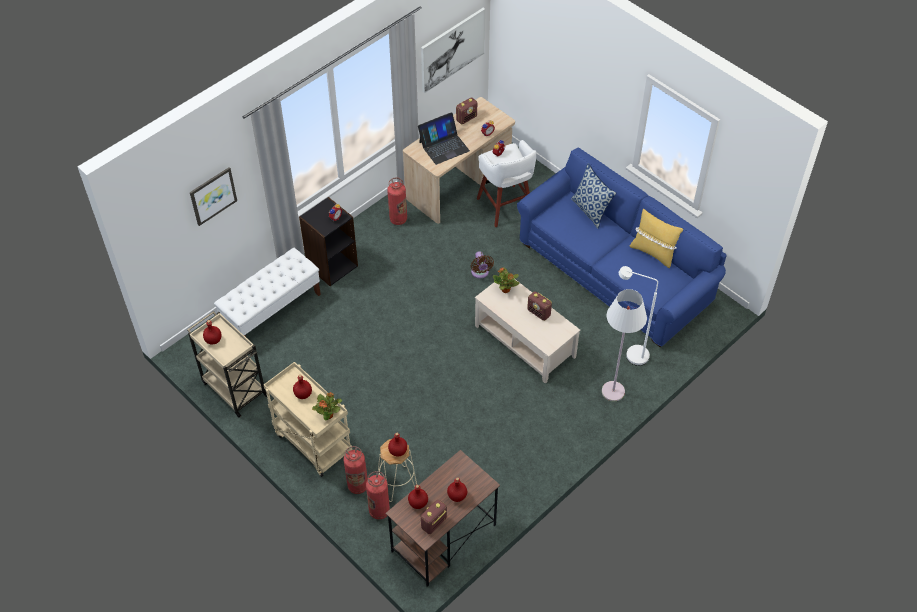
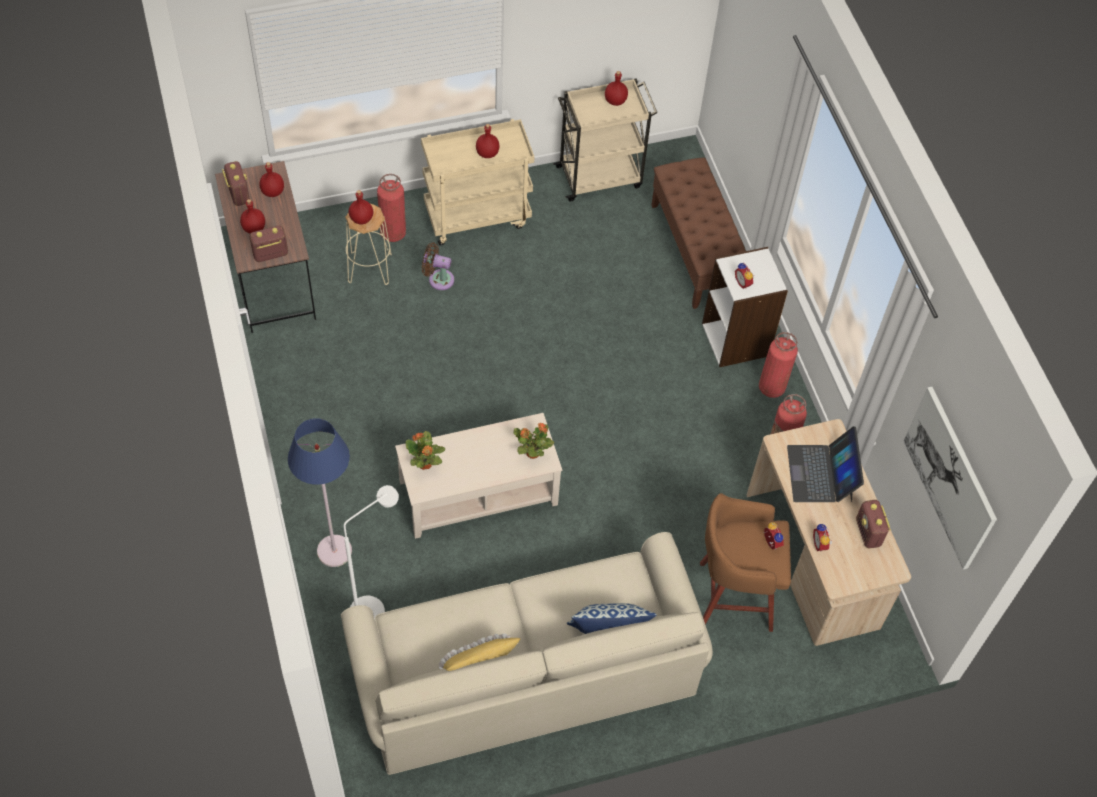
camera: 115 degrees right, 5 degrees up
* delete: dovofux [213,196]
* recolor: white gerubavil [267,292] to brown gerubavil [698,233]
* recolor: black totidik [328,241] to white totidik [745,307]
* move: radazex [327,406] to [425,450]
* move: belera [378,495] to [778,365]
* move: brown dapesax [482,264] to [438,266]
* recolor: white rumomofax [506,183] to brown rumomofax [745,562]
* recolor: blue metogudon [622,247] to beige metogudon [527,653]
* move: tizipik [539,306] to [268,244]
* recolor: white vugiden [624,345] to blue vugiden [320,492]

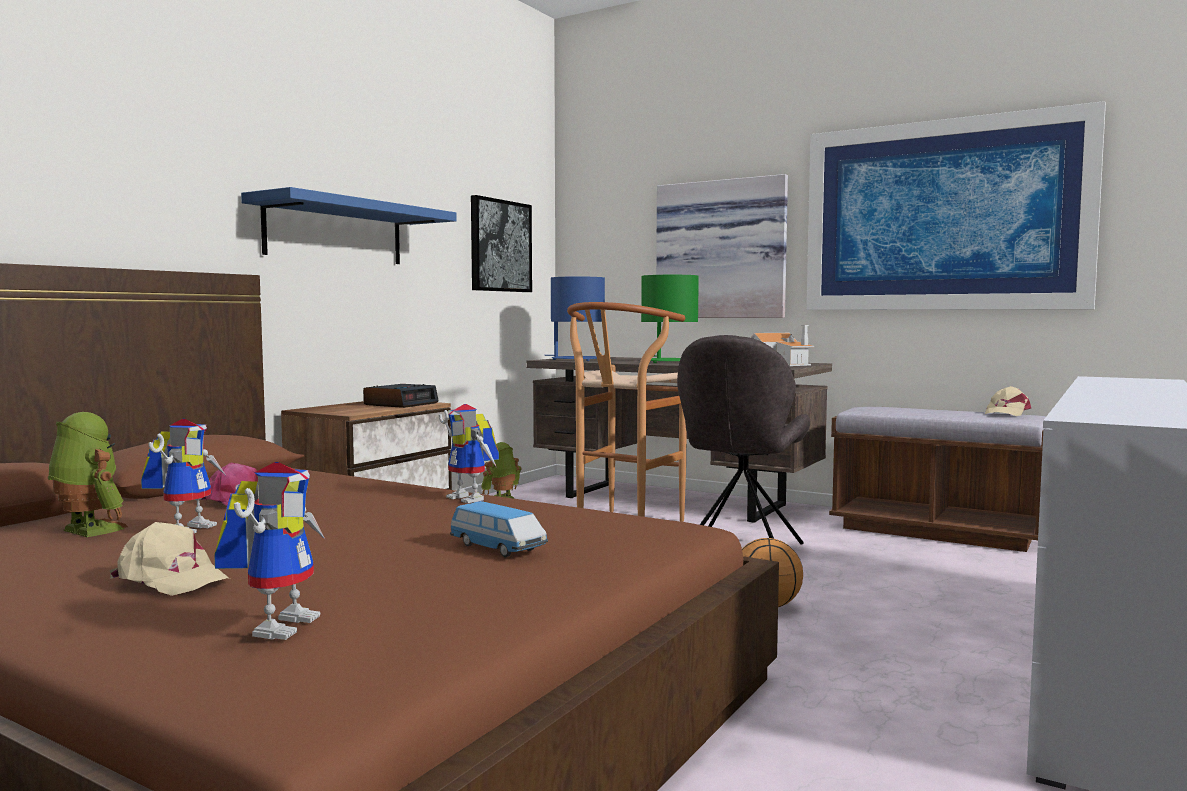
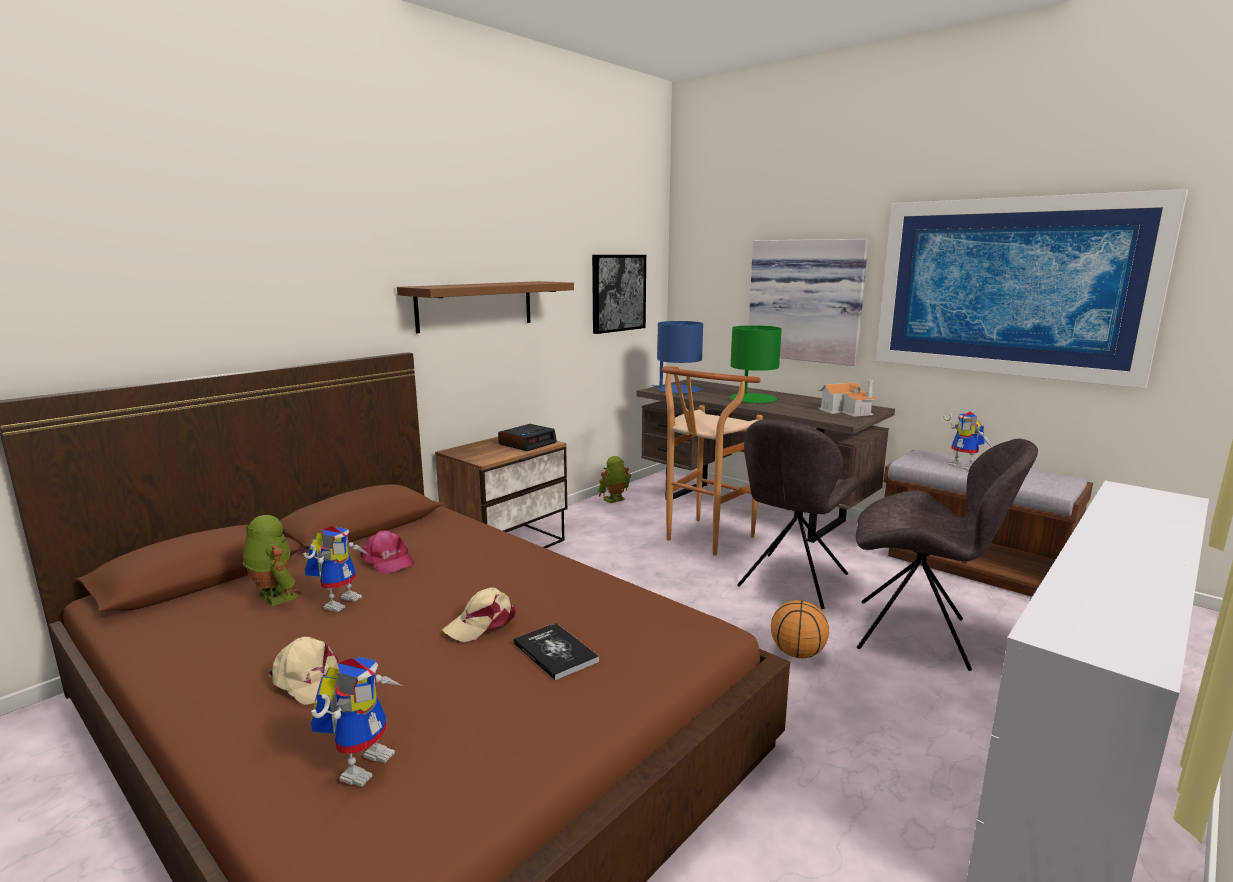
camera: 10 degrees right, 10 degrees up
* recolor: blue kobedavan [349,225] to brown kobedavan [485,307]
* move: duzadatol [469,453] to [967,440]
* replace: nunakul [499,529] to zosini [556,652]
* move: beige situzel [1008,401] to [479,614]
* insert: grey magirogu [947,555]

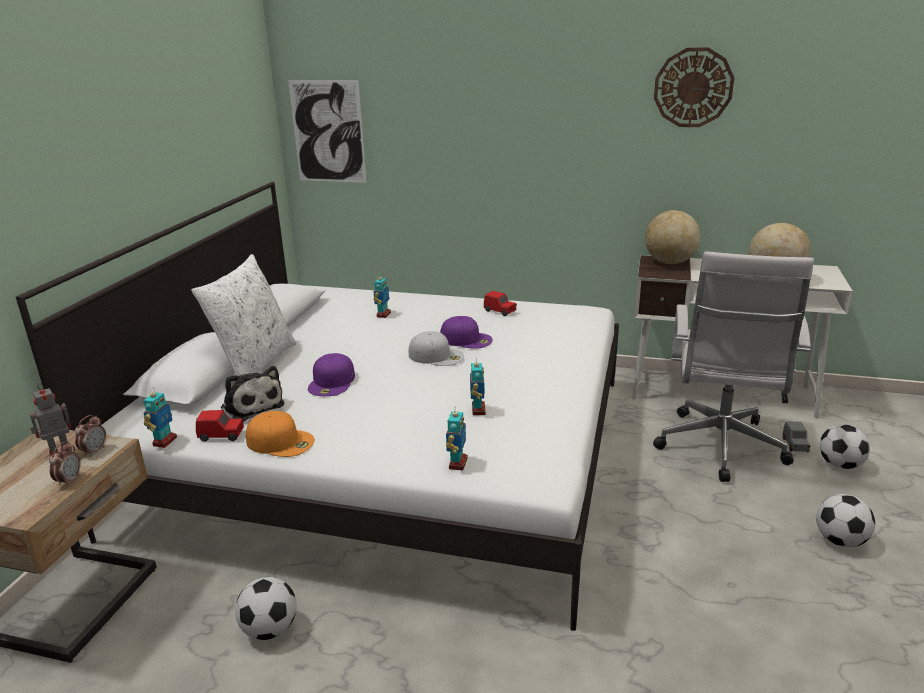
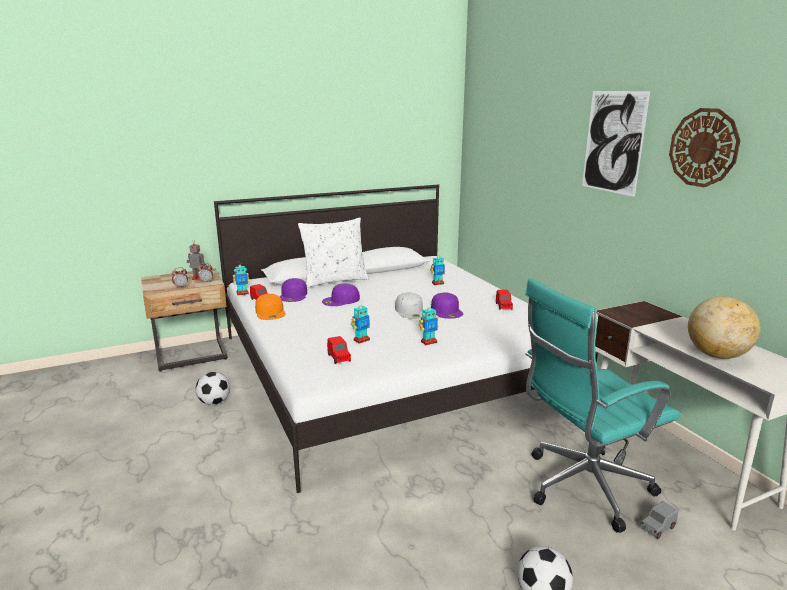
camera: 50 degrees right, 5 degrees down
* replace: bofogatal [252,393] to purple situzel [293,290]
* move: dovofux [327,131] to [616,144]
* move: duzadatol [457,439] to [429,324]
* delete: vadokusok [672,237]
* recolor: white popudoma [733,367] to turquoise popudoma [603,405]
* delete: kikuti [845,446]
* insert: red nunakul [339,350]

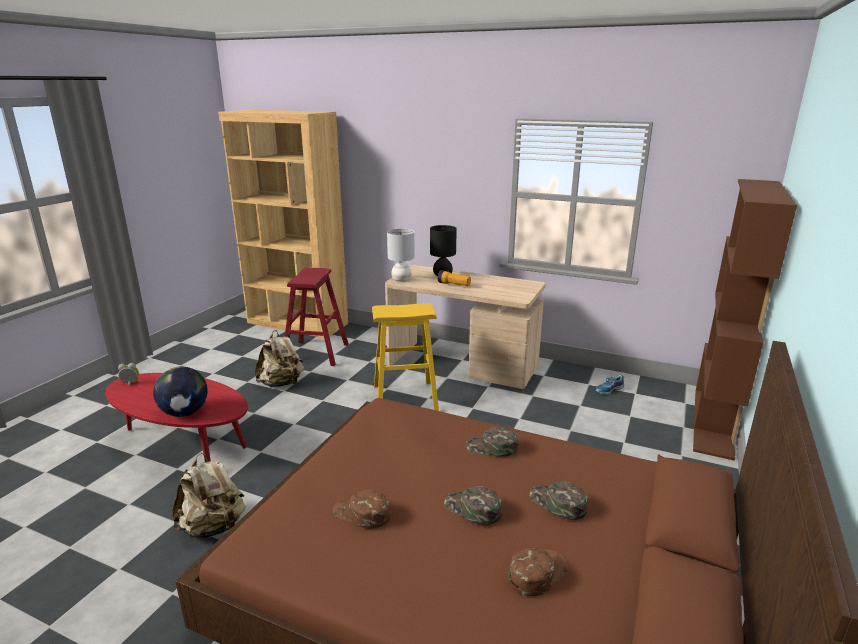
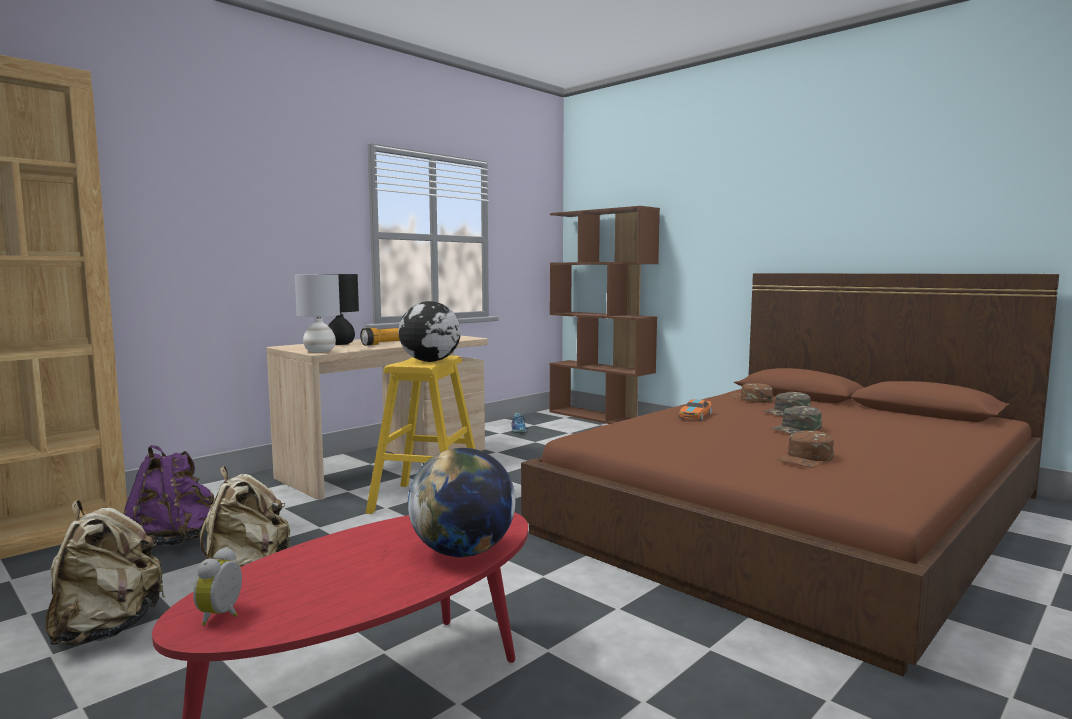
camera: 70 degrees left, 15 degrees down
* move: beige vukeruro [208,495] to [105,573]
* replace: red rumomofax [317,316] to purple vukeruro [169,496]
* replace: green situzel [492,442] to nunakul [695,410]
* move: brown situzel [538,572] to [752,393]
* insert: vadokusok [429,331]

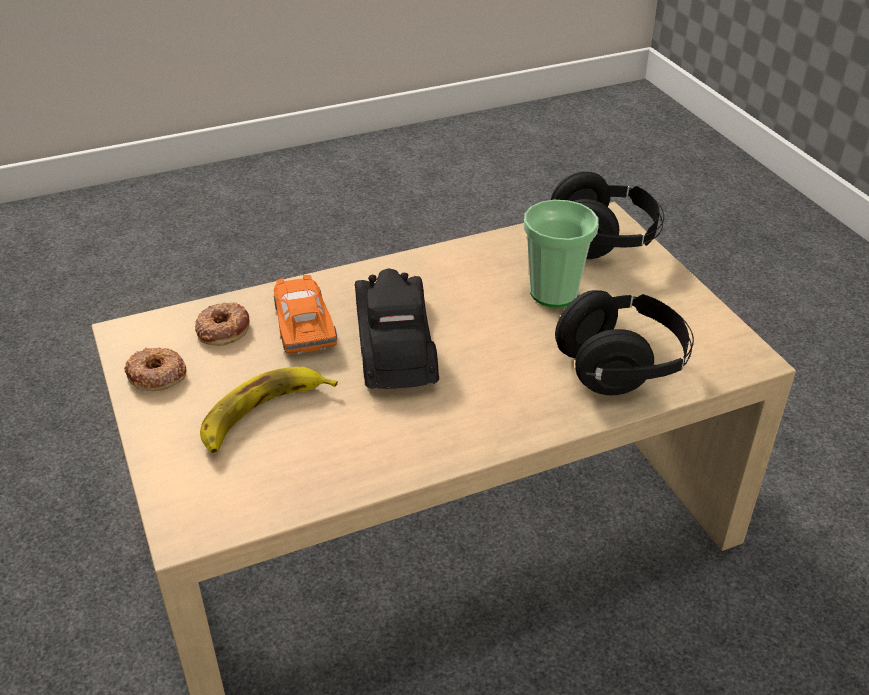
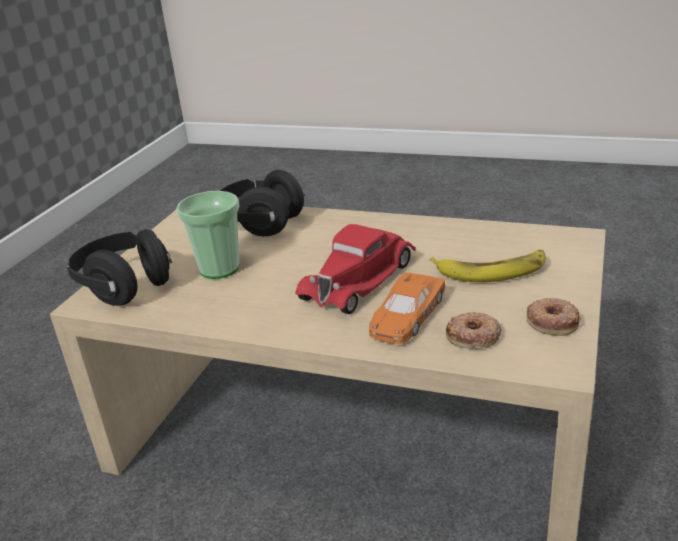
camera: 135 degrees left, 10 degrees down
* recolor: black nunakul [397,328] to red nunakul [355,269]

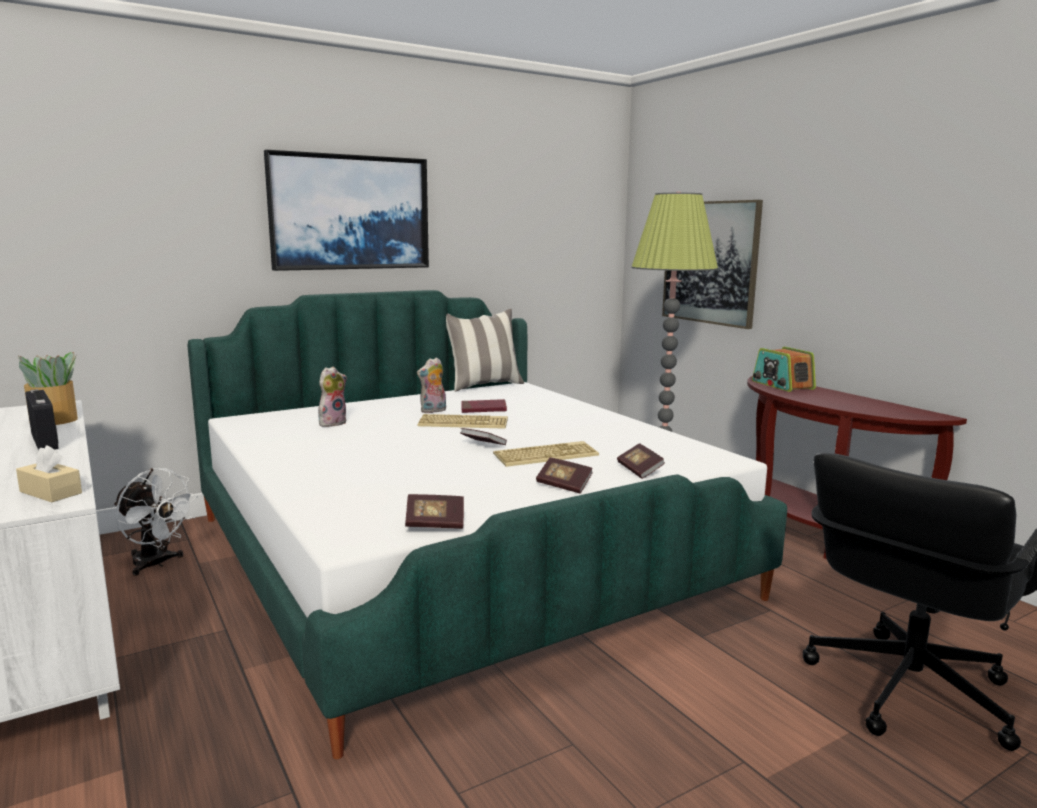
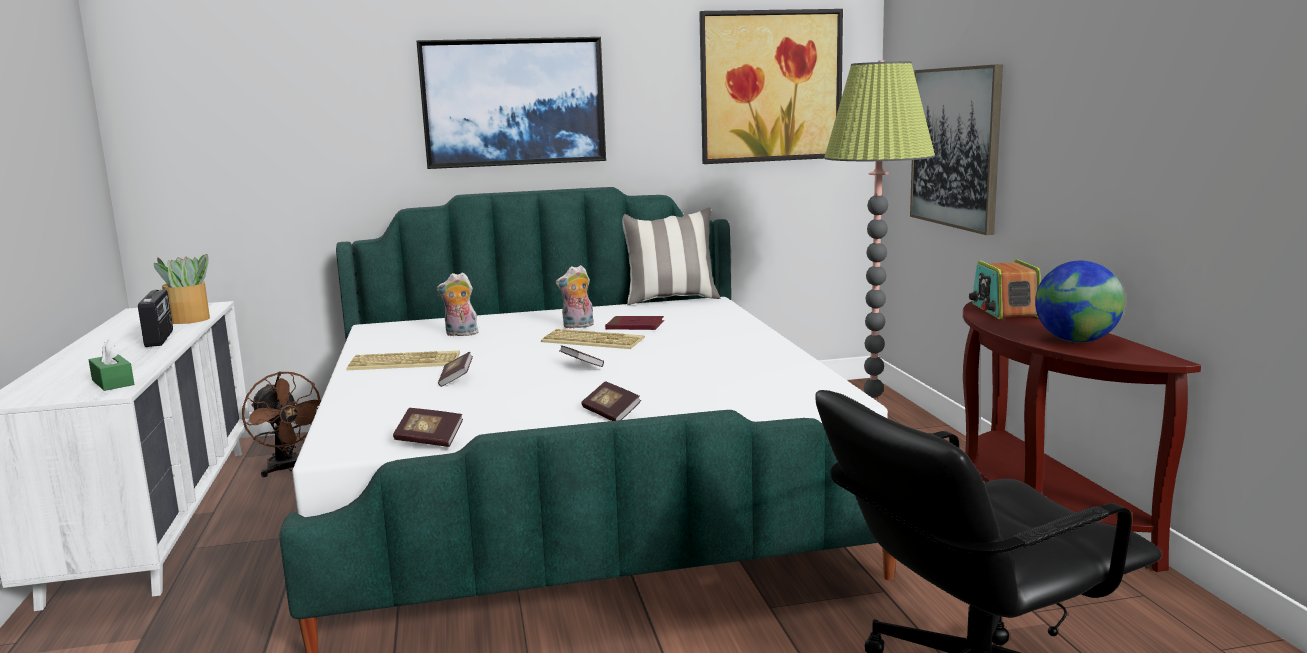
camera: 20 degrees right, 0 degrees up
* recolor: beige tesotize [49,473] to green tesotize [111,365]
* recolor: white dapesax [156,522] to brown dapesax [281,424]
* rotate: bofogatal [332,397] = [457,304] 150 degrees counterclockwise
* move: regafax [546,454] to [403,360]
* move: zosini [641,461] to [455,369]
* insert: dovofux [771,86]
* insert: vadokusok [1080,302]

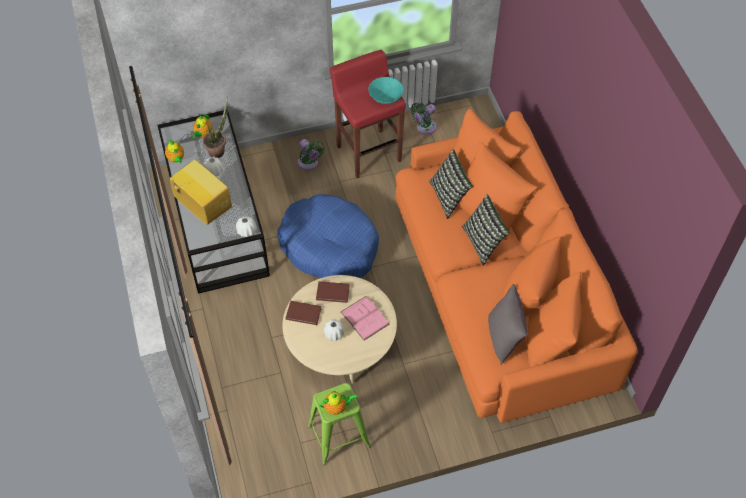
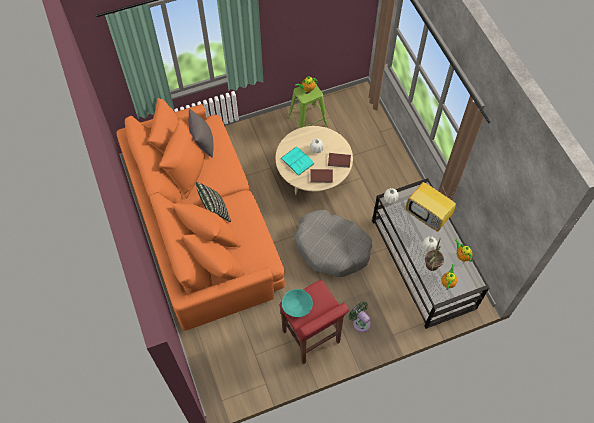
camera: 175 degrees right, 5 degrees up
* recolor: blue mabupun [328,236] to grey mabupun [333,243]
* recolor: pink zosini [365,318] to turquoise zosini [297,161]
* delete: green dapesax [424,118]
* delete: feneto [451,184]

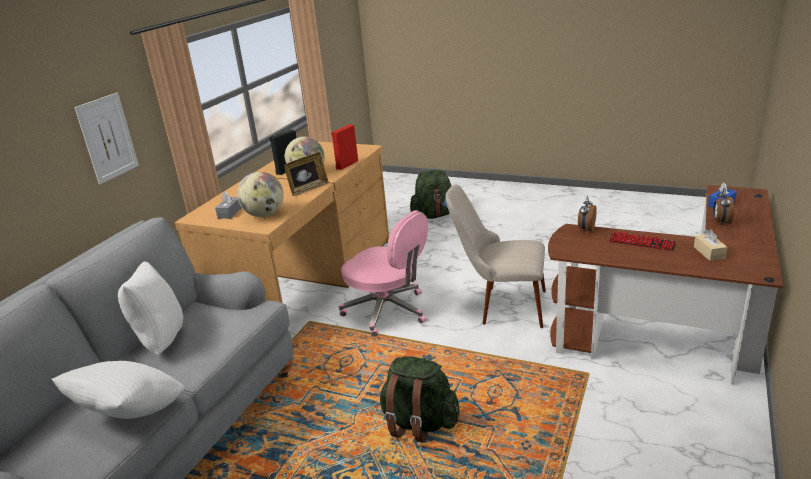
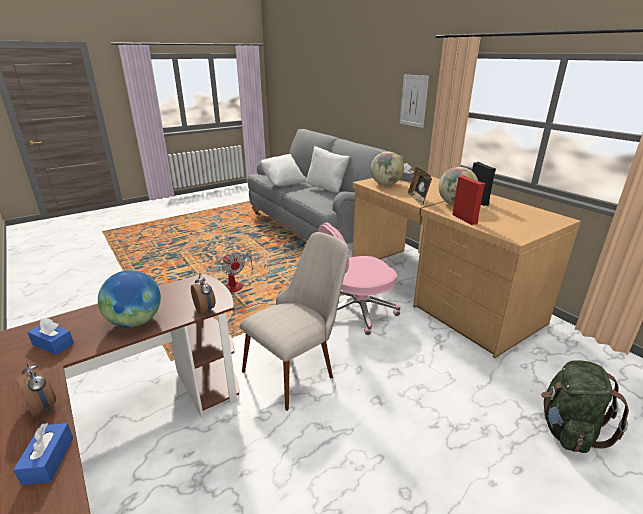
camera: 120 degrees right, 0 degrees up
* replace: green vukeruro [419,399] to dapesax [237,272]
* replace: regafax [642,241] to vadokusok [129,299]
* recolor: beige tesotize [710,245] to blue tesotize [50,336]

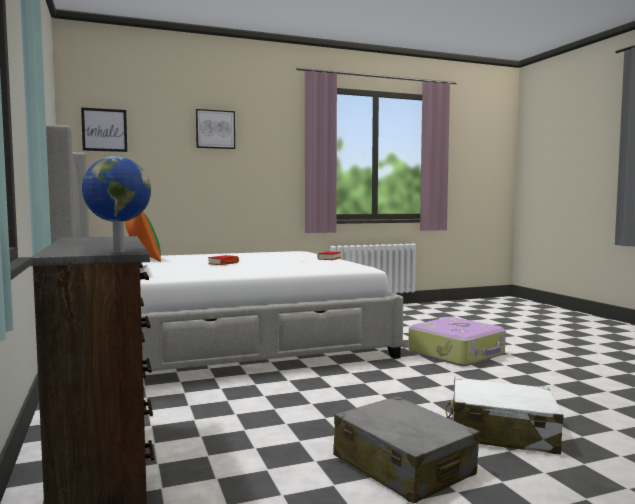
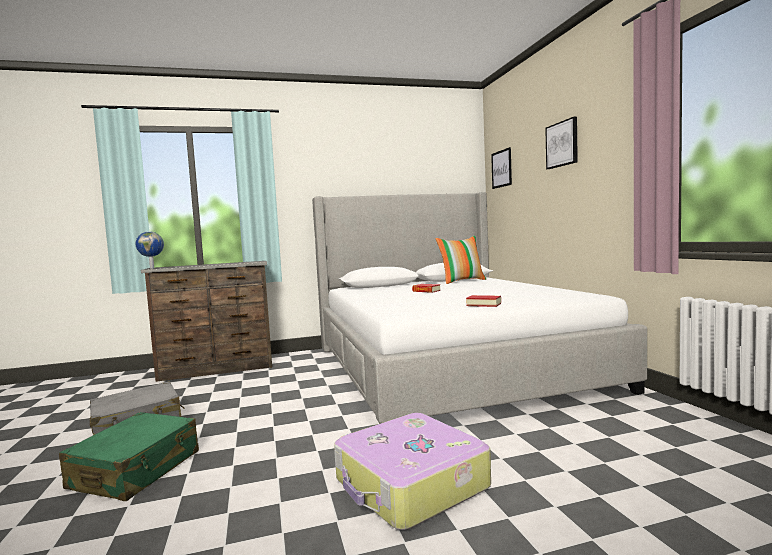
camera: 95 degrees right, 0 degrees up
* recolor: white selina [504,416] to green selina [129,456]

